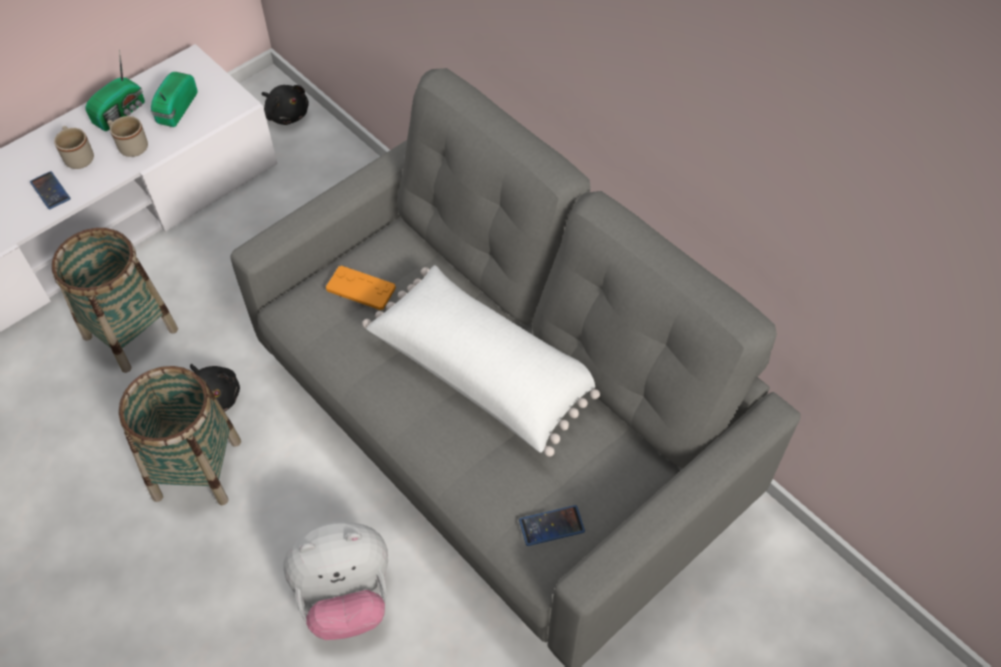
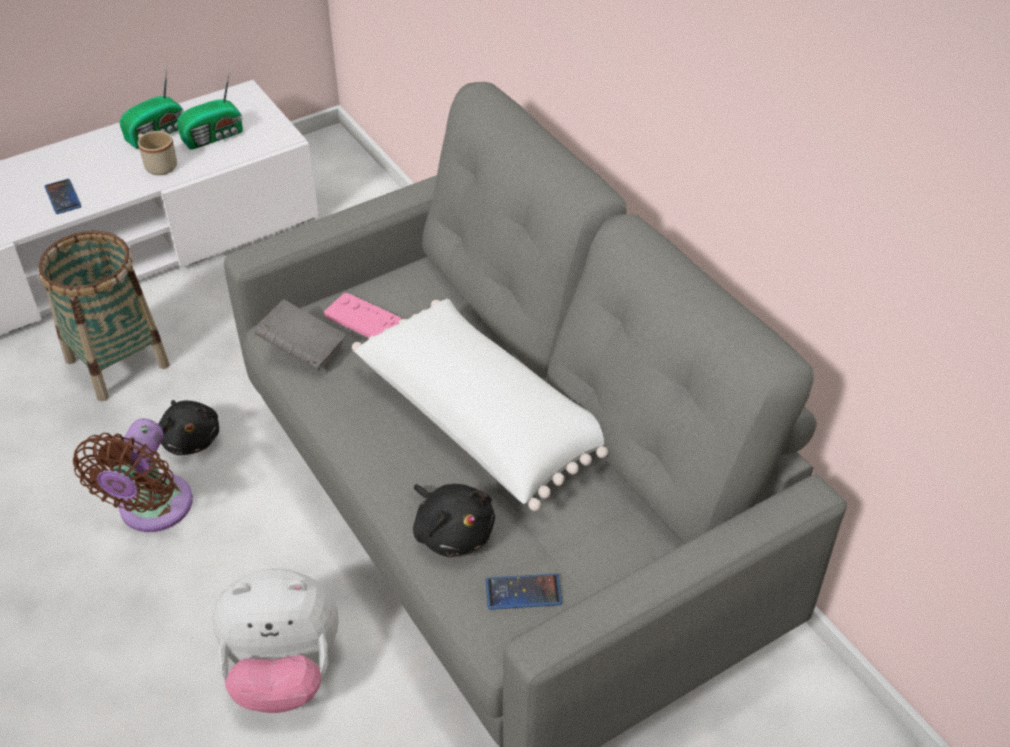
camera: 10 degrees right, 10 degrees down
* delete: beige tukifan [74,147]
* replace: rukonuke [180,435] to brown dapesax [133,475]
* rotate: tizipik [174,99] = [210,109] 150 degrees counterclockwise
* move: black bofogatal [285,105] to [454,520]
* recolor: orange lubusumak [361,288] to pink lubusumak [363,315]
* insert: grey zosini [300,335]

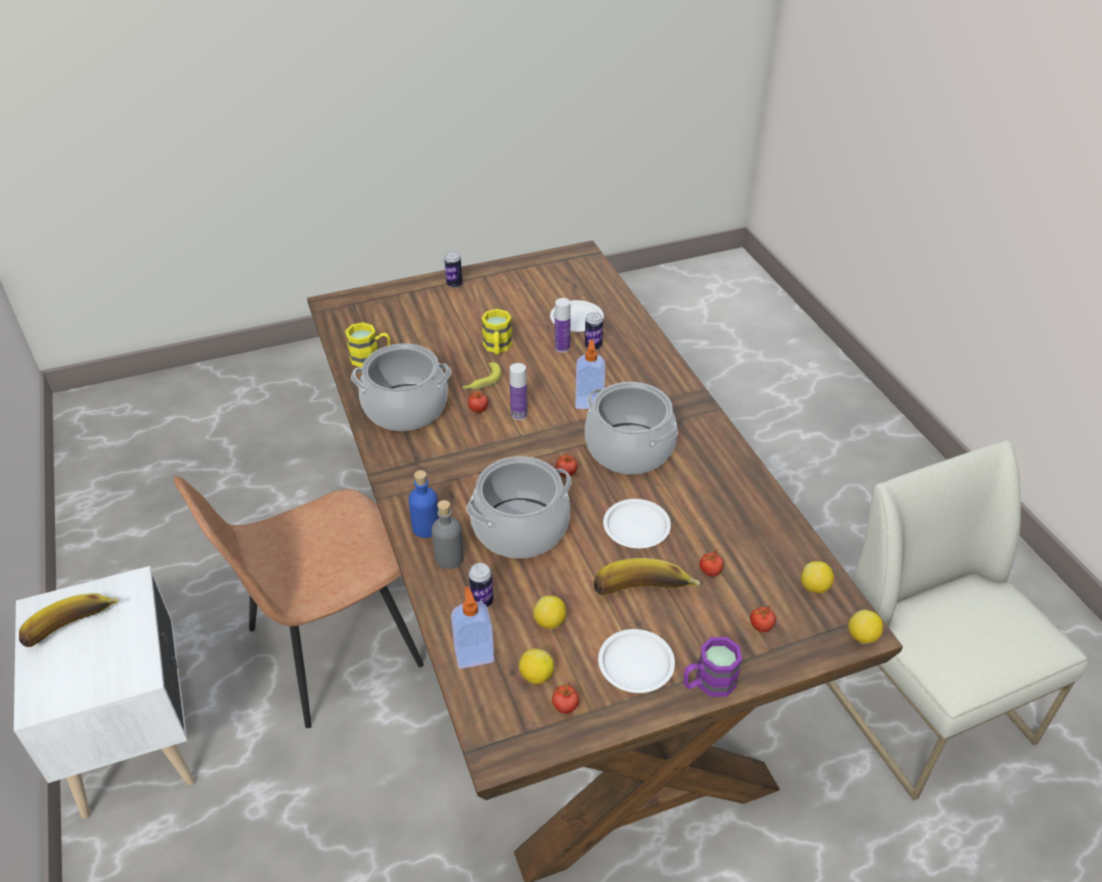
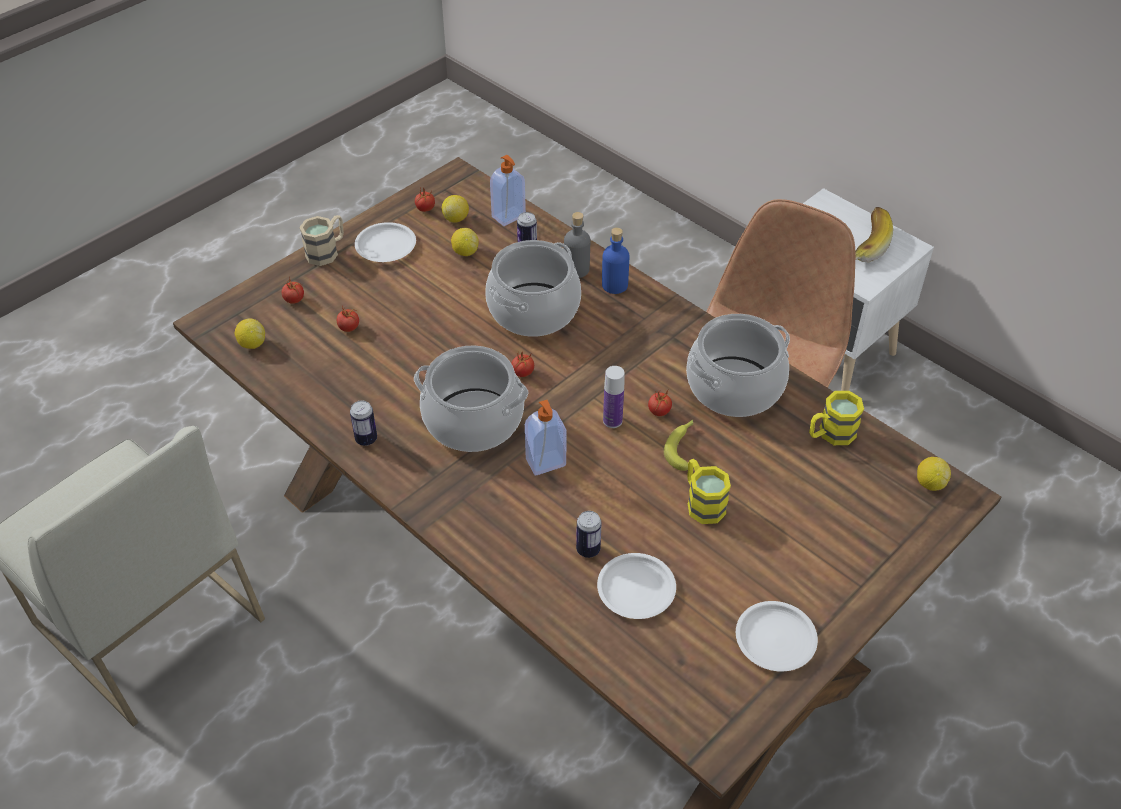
camera: 155 degrees right, 5 degrees up
* move: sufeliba [453,269] to [363,423]
* delete: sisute [563,325]
* delete: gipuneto [647,576]
* move: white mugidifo [637,523] to [777,636]
* recolor: purple tukifan [713,667] to beige tukifan [321,240]
* move: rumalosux [865,627] to [934,474]

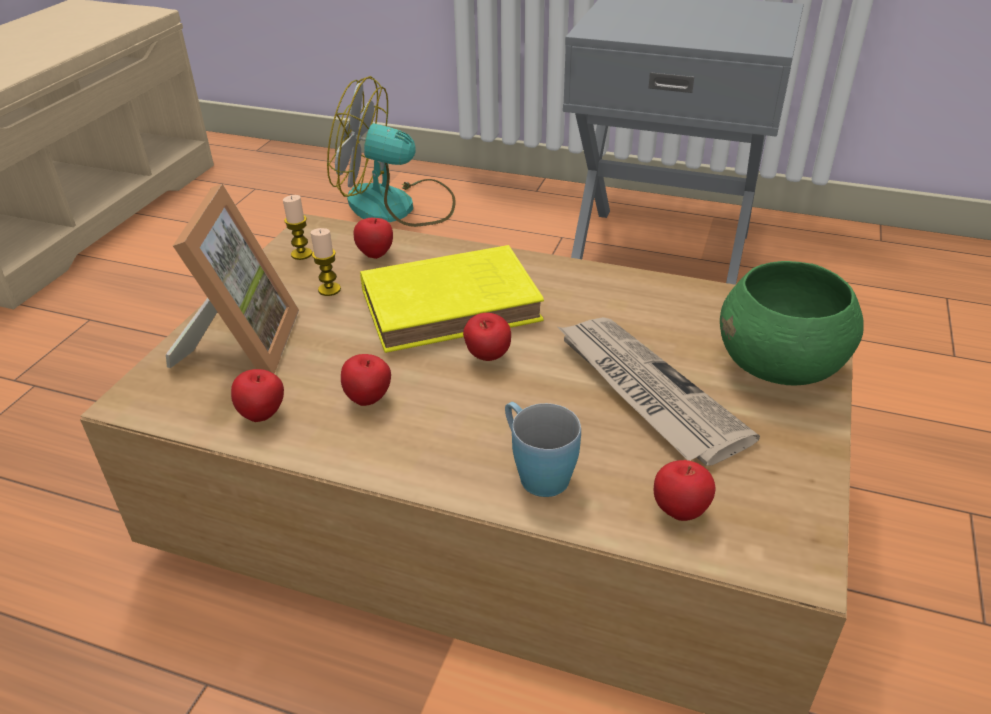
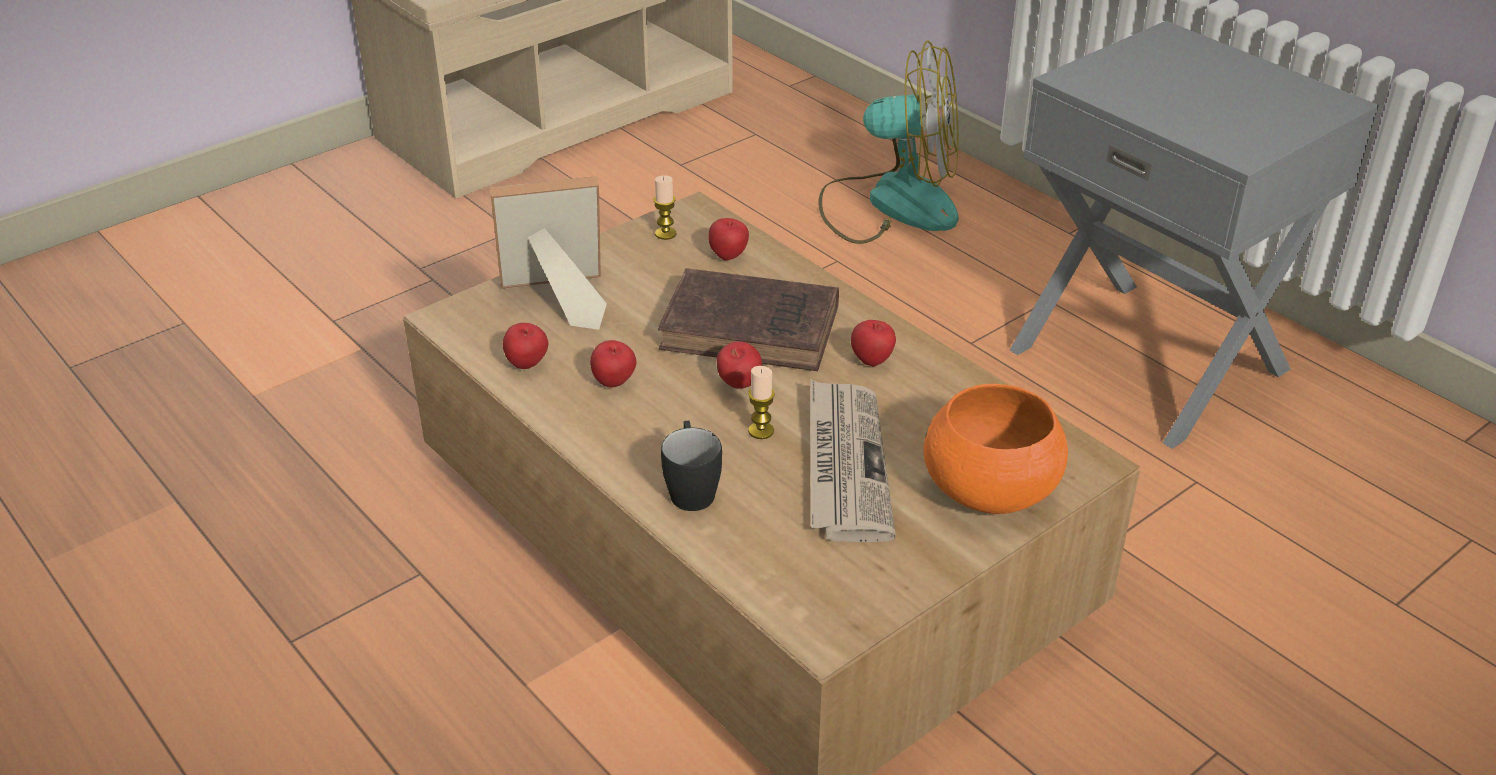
camera: 30 degrees right, 0 degrees up
* rotate: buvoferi [232,279] = [548,253] 135 degrees counterclockwise
* move: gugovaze [325,262] to [761,402]
* rotate: dapesax [391,151] = [889,142] 150 degrees clockwise
* recolor: yellow zosini [452,299] to brown zosini [748,319]
* recolor: blue tukifan [543,449] to black tukifan [691,466]
* move: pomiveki [684,490] to [873,343]
* recolor: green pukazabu [792,323] to orange pukazabu [996,449]

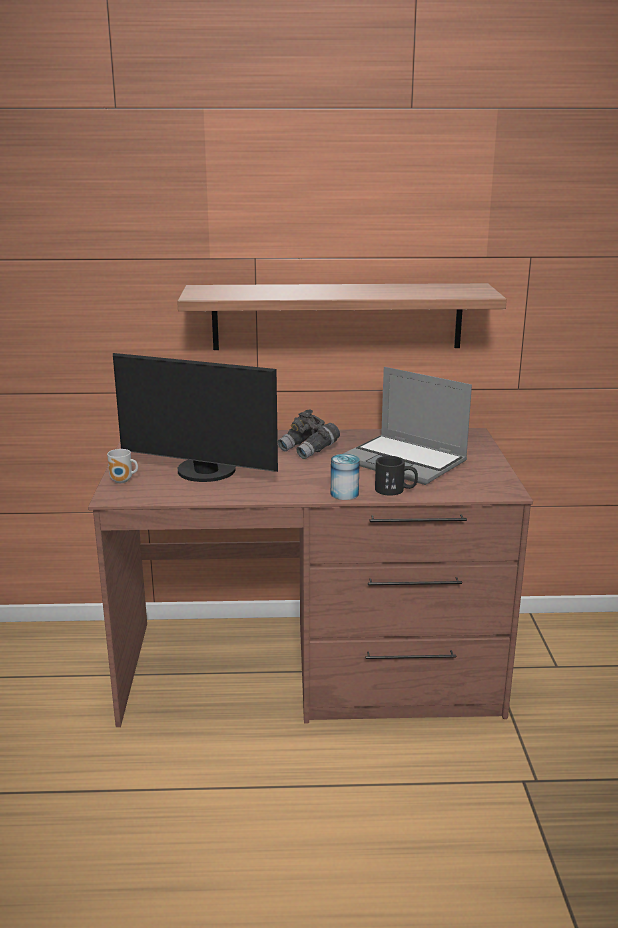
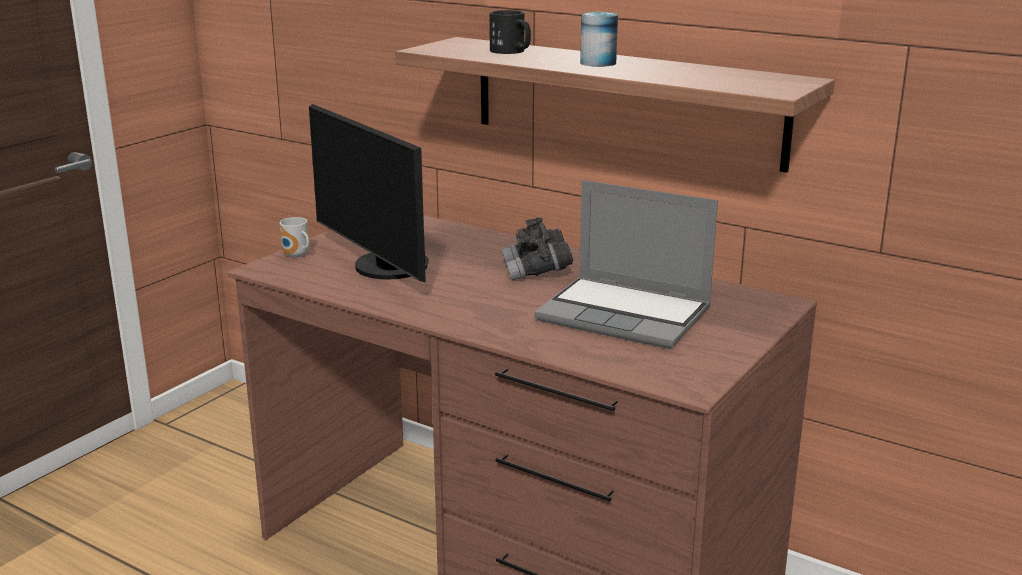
camera: 35 degrees right, 0 degrees up
* move: sufeliba [345,477] to [599,39]
* rotate: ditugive [407,426] = [626,264] 45 degrees counterclockwise
* move: black tukifan [396,476] to [510,32]

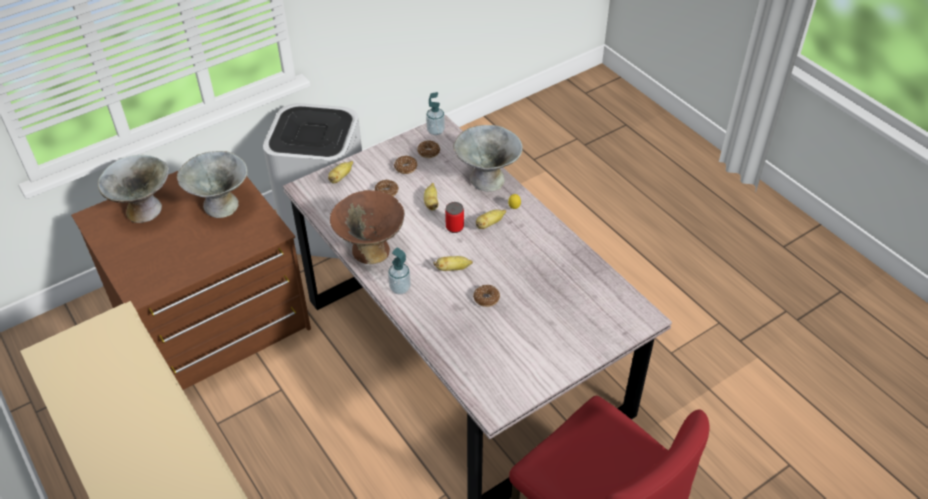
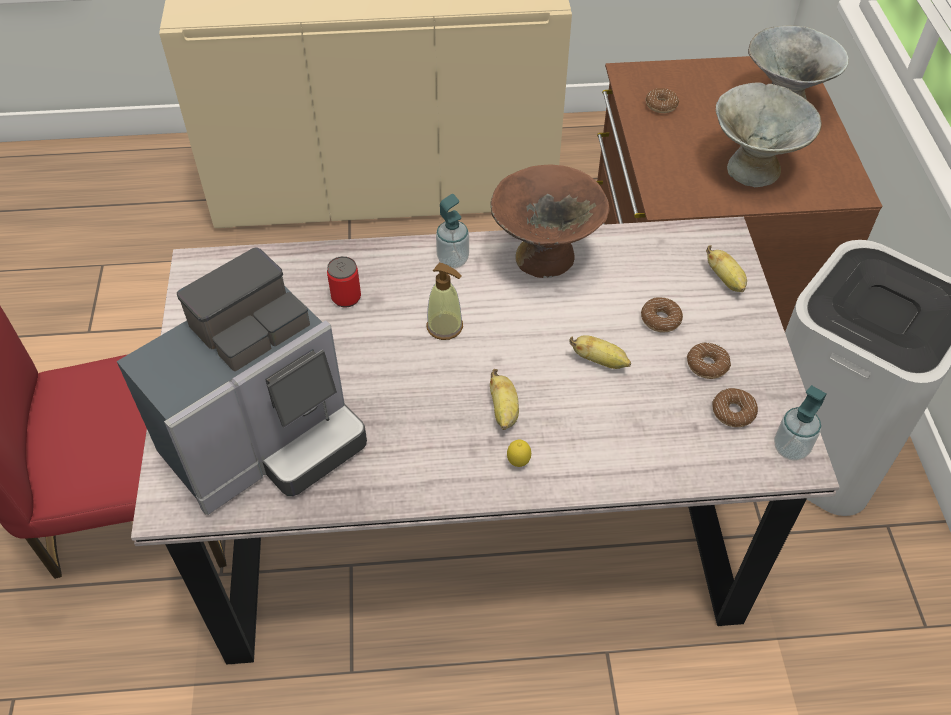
camera: 120 degrees right, 5 degrees up
* replace: gipuneto [453,263] to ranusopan [444,301]
* move: sufeliba [454,217] to [344,282]
* delete: grey pukazabu [488,158]
* move: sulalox [486,296] to [662,100]
* insert: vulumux [242,381]

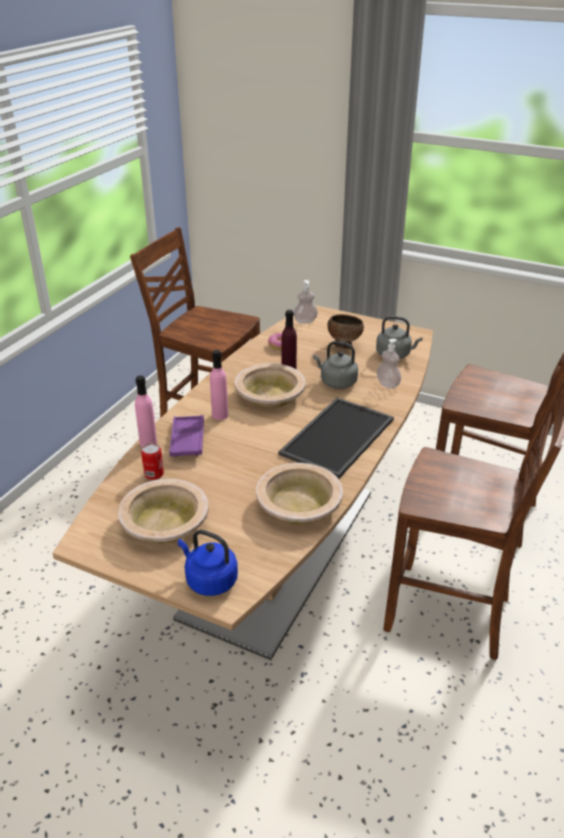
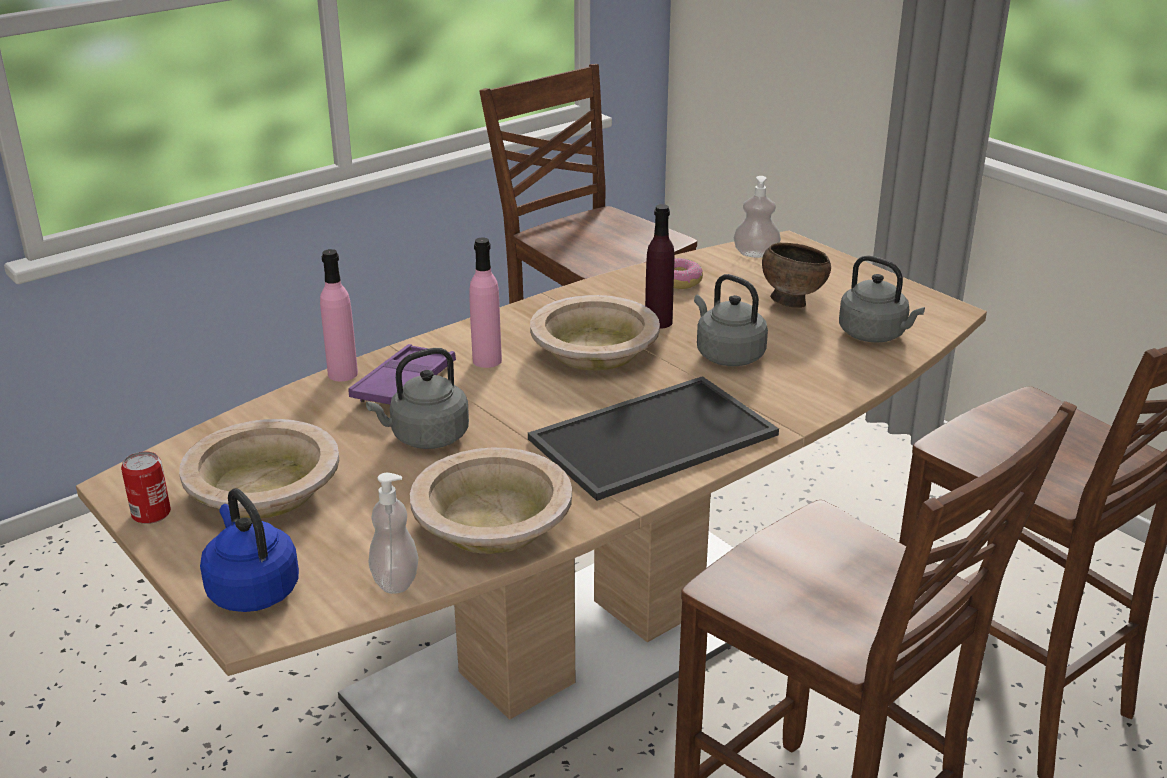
camera: 25 degrees right, 5 degrees down
* move: sufeliba [152,461] to [146,488]
* move: ranusopan [389,364] to [393,533]
* insert: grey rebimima [417,398]

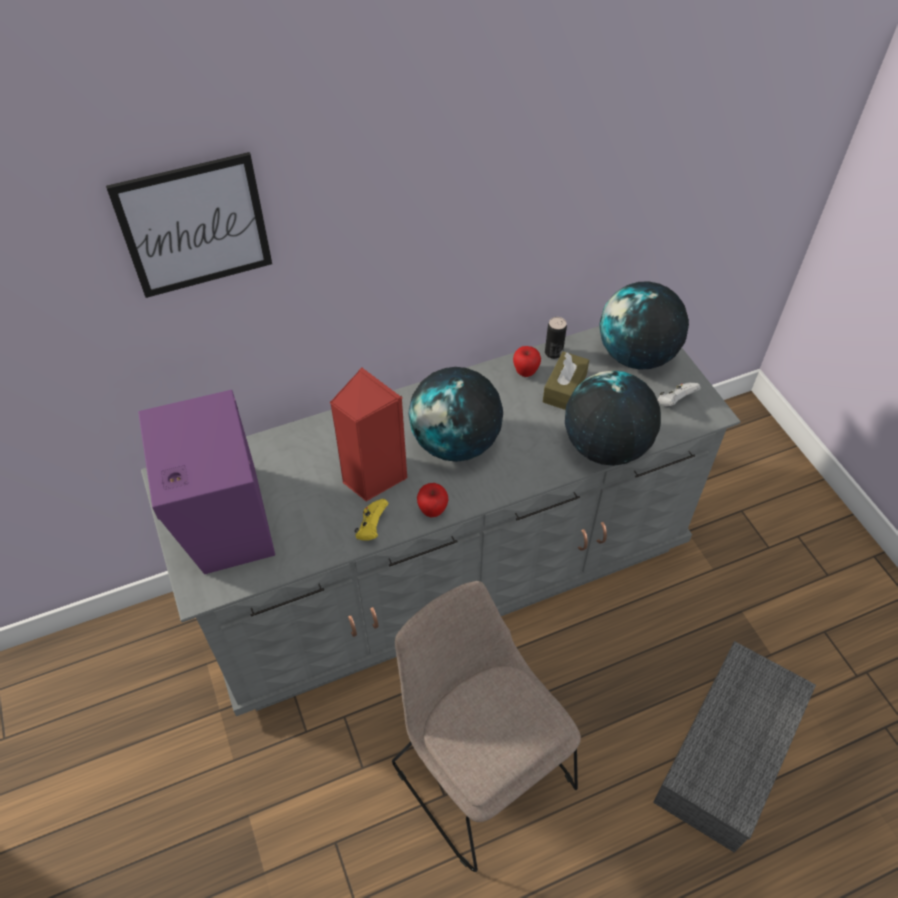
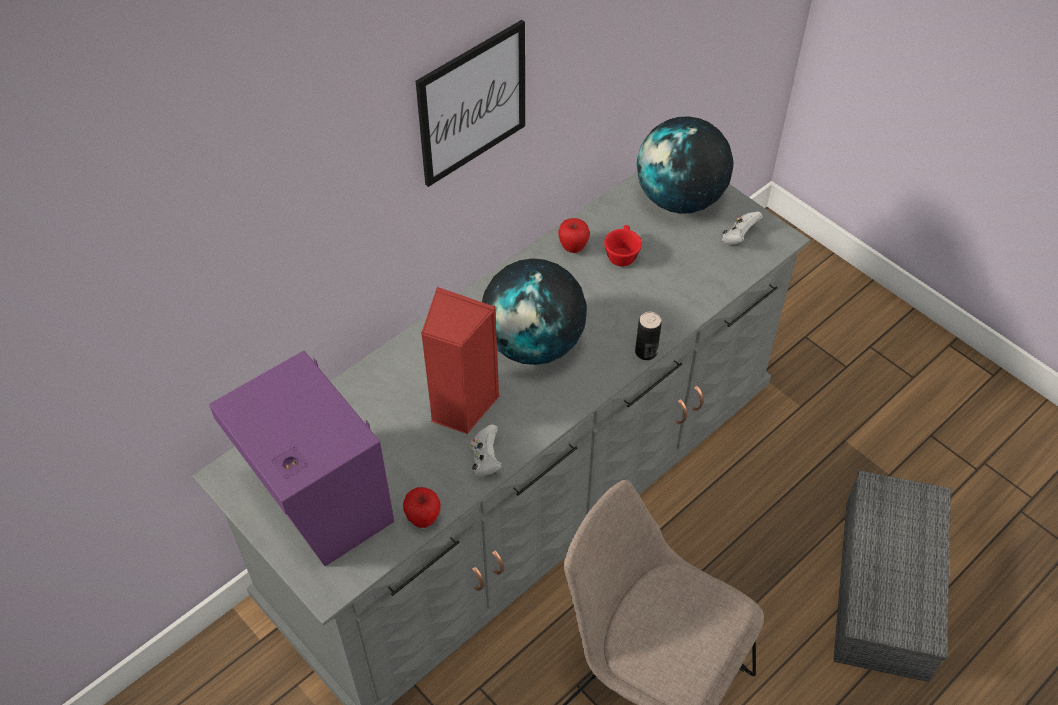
camera: 20 degrees left, 0 degrees up
* move: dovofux [189,225] to [470,103]
* recolor: yellow lubusumak [371,520] to white lubusumak [486,450]
* move: pomiveki [432,500] to [422,507]
* replace: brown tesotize [566,380] to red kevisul [623,246]
* move: sufeliba [556,338] to [648,336]
* delete: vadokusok [613,418]

